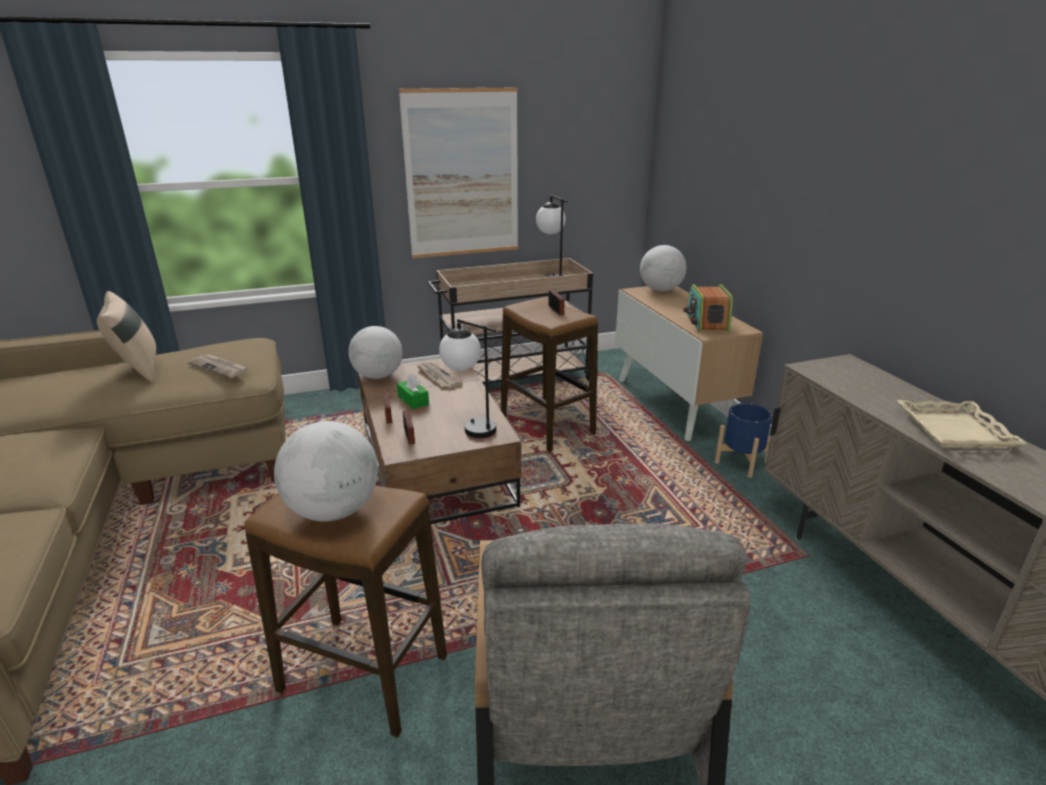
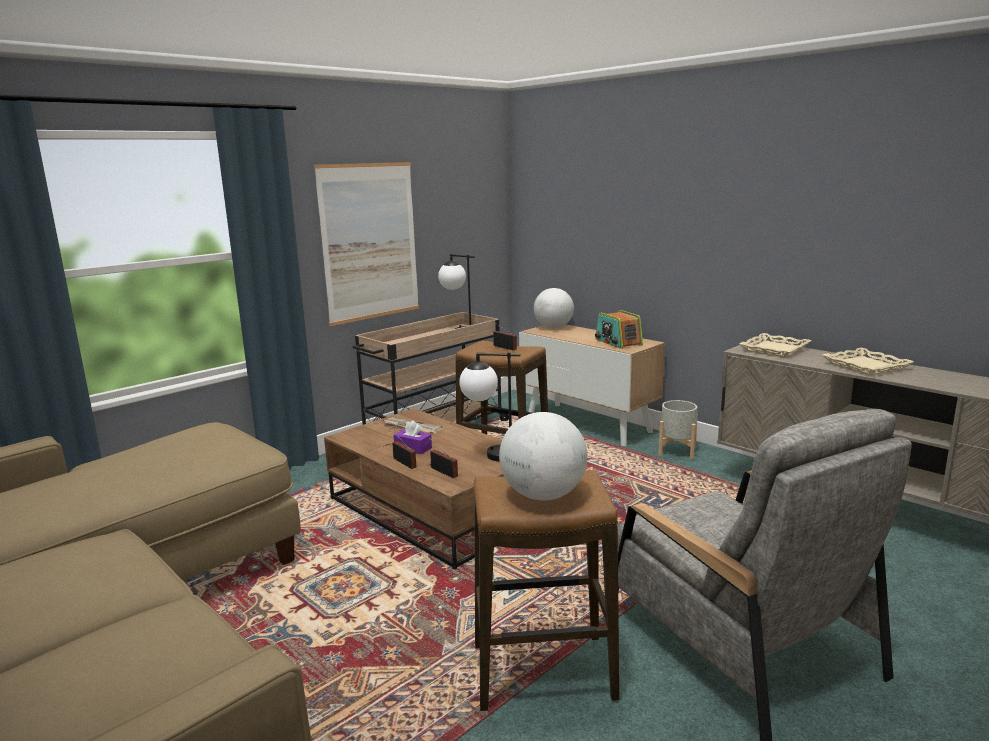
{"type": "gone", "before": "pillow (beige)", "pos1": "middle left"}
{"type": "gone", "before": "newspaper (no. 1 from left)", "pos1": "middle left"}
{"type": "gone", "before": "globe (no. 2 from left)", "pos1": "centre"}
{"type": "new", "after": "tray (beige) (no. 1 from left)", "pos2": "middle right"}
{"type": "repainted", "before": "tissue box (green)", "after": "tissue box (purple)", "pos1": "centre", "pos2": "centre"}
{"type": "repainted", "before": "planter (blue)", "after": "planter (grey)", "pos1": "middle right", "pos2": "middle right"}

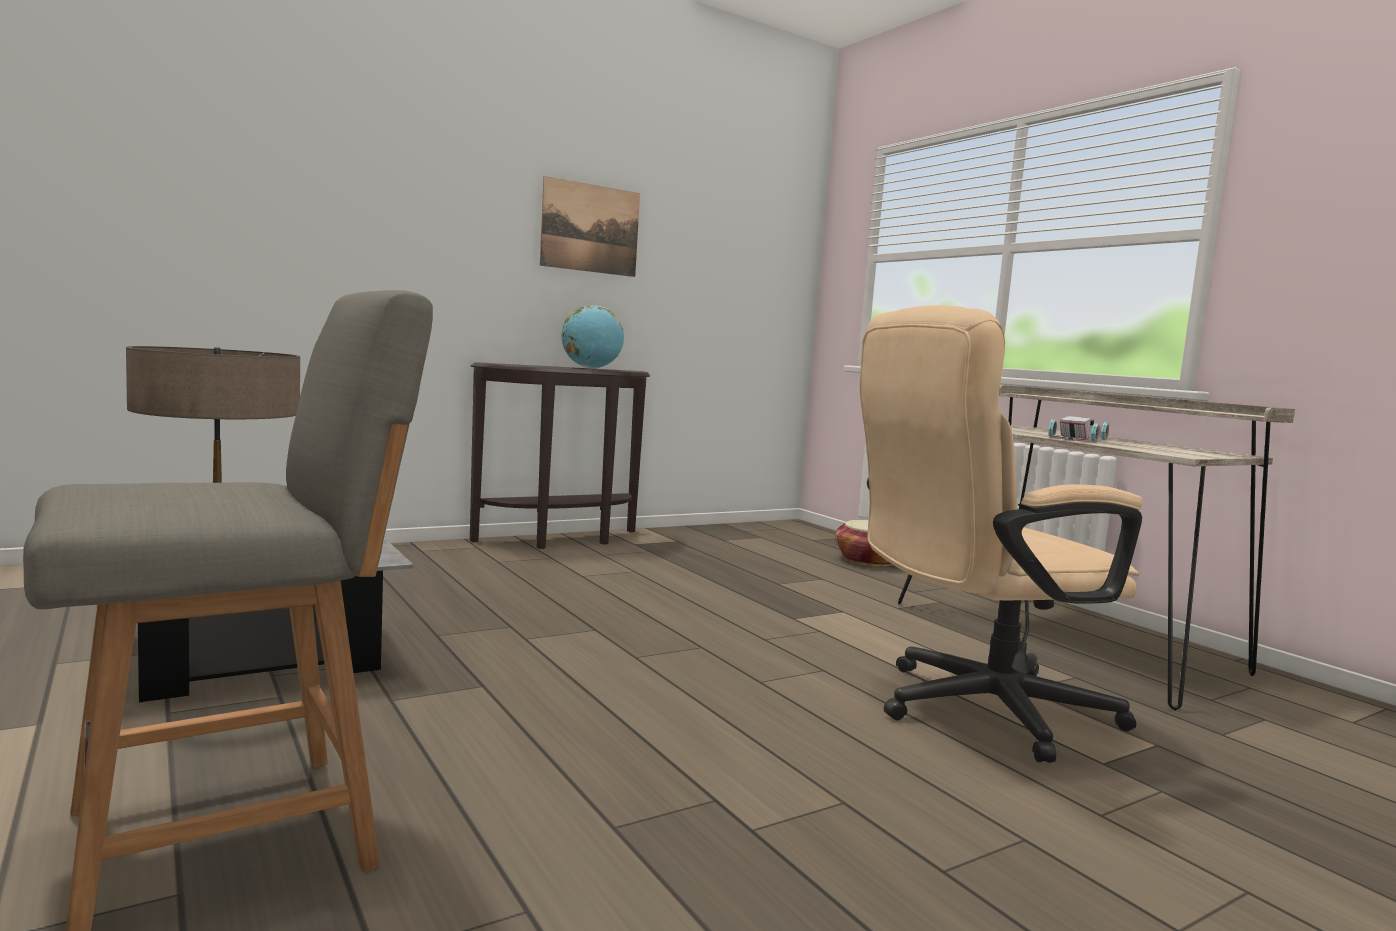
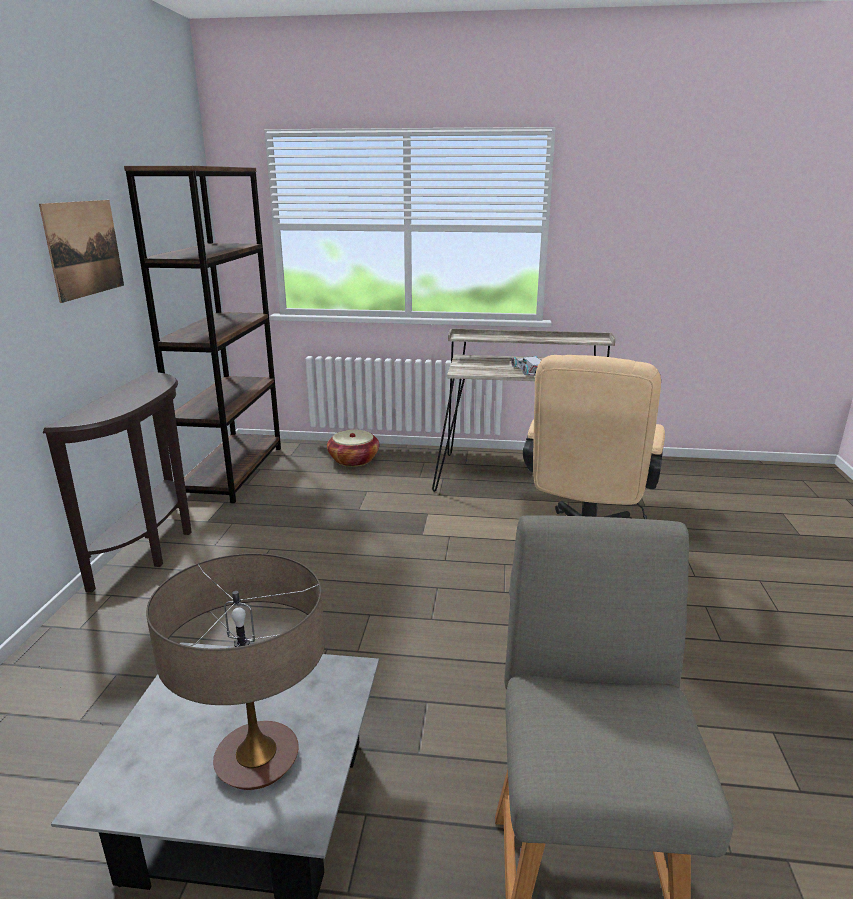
{"type": "gone", "before": "globe", "pos1": "centre"}
{"type": "new", "after": "bookcase (brown)", "pos2": "middle left"}

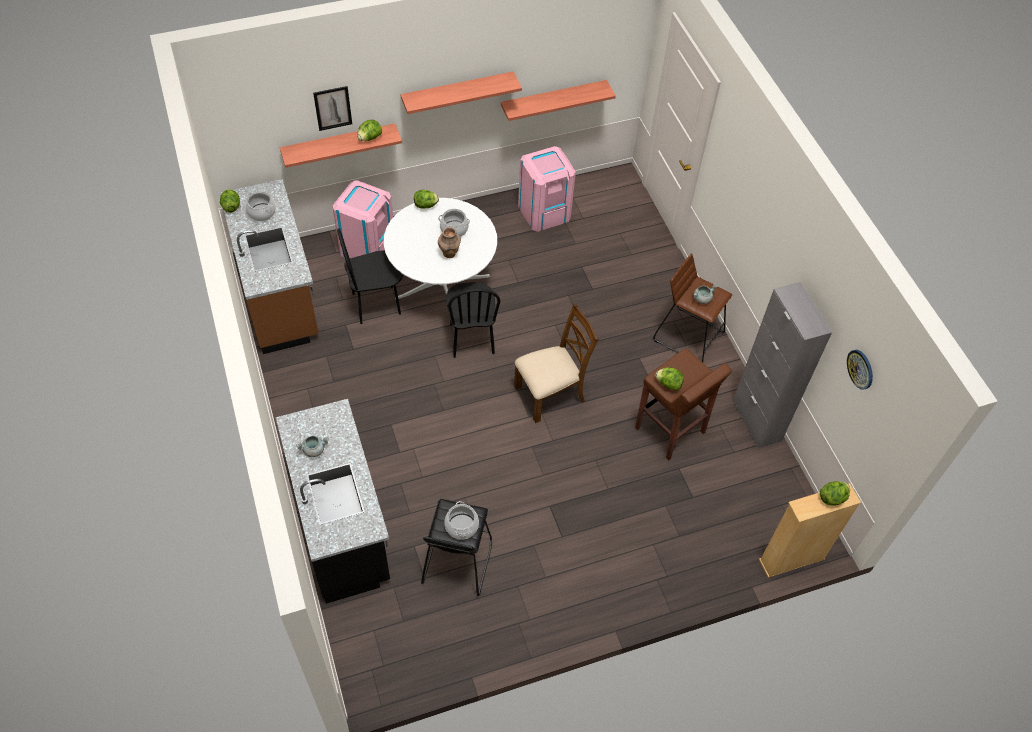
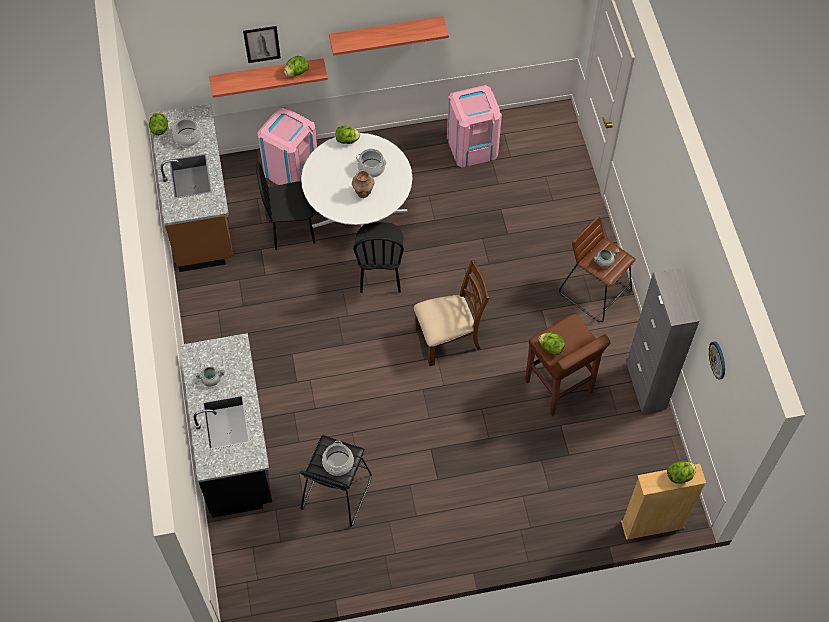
{"type": "gone", "before": "shelf (no. 3 from left)", "pos1": "top centre"}

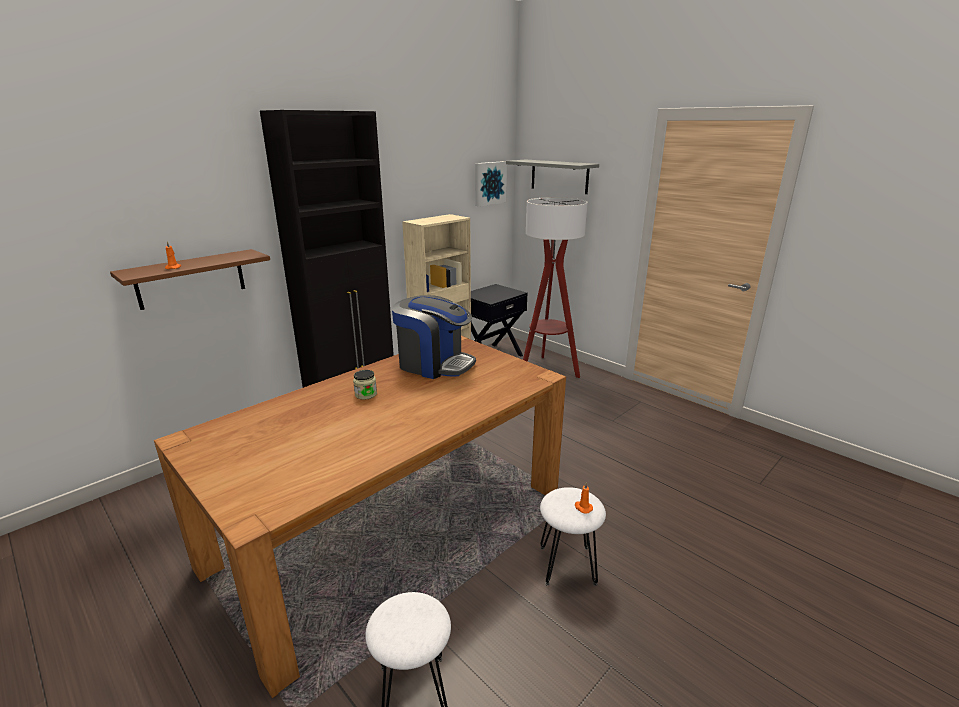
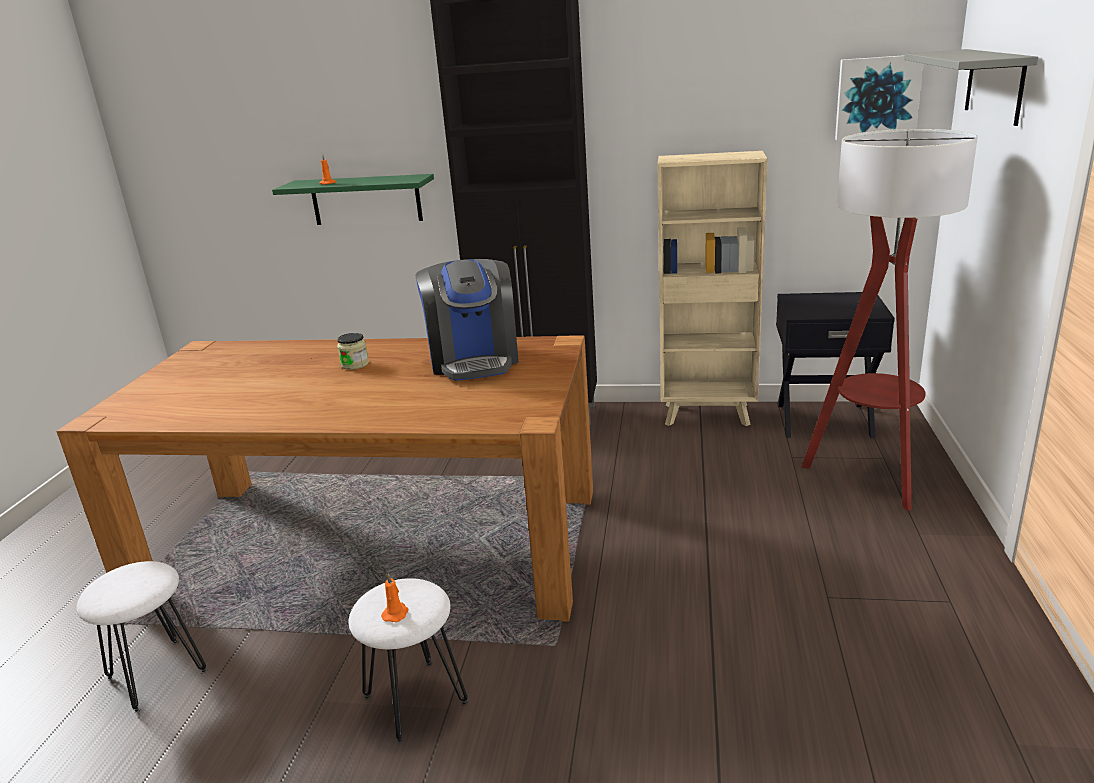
{"type": "repainted", "before": "shelf (brown)", "after": "shelf (green)", "pos1": "middle left", "pos2": "top left"}

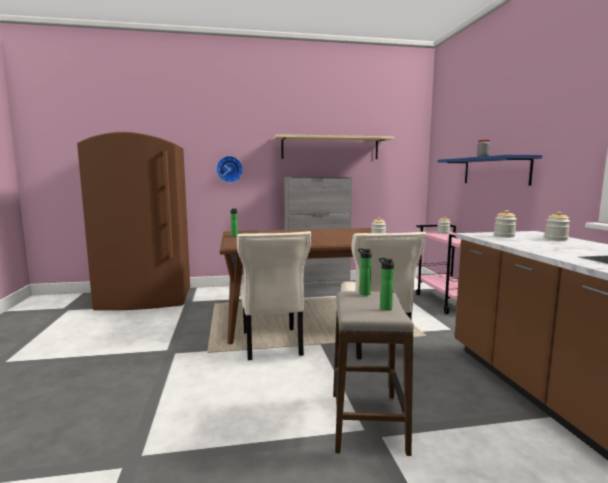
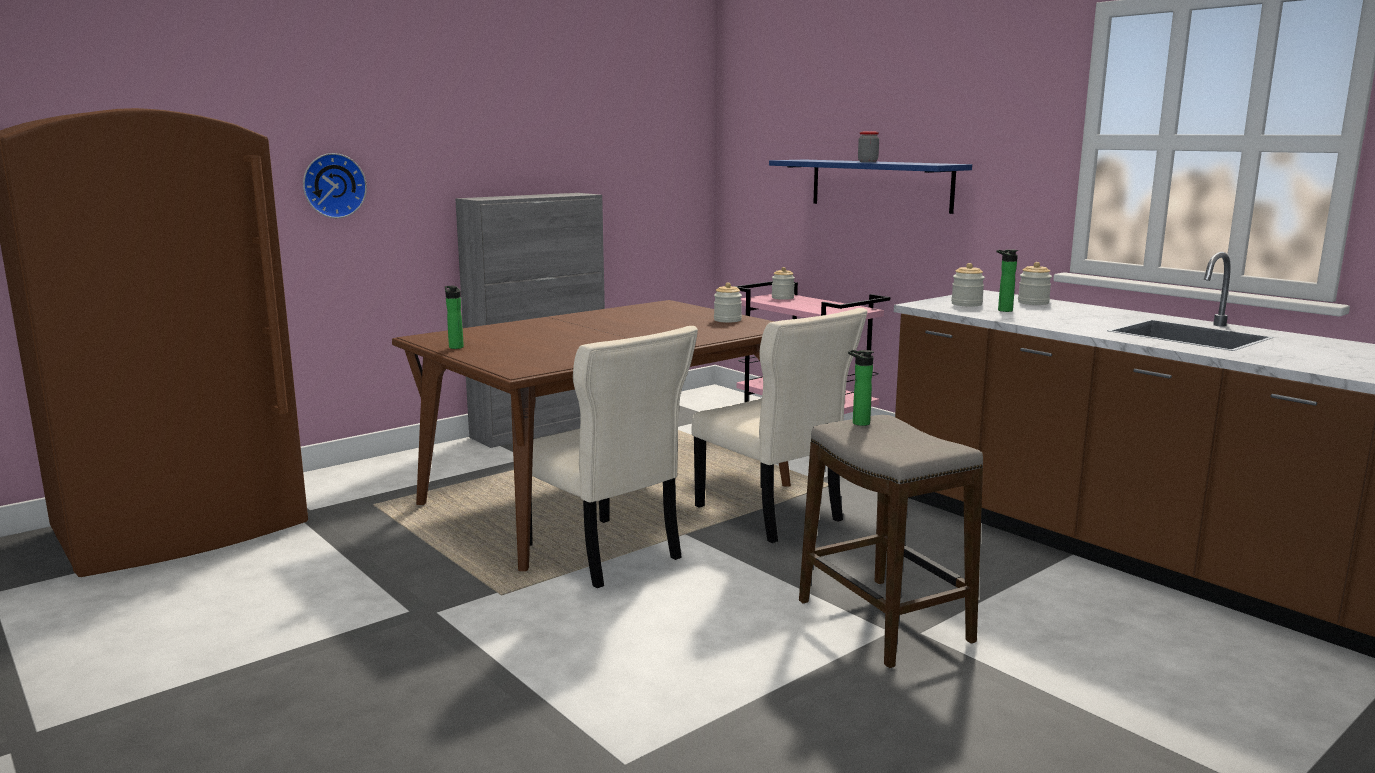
{"type": "gone", "before": "shelf (beige)", "pos1": "top centre"}
{"type": "shifted", "before": "bottle (no. 3 from left)", "pos1": "centre", "pos2": "middle right"}

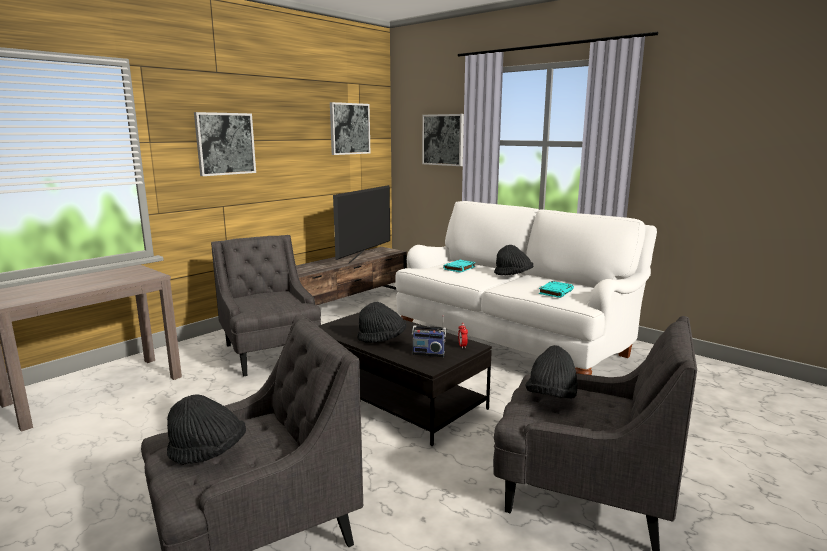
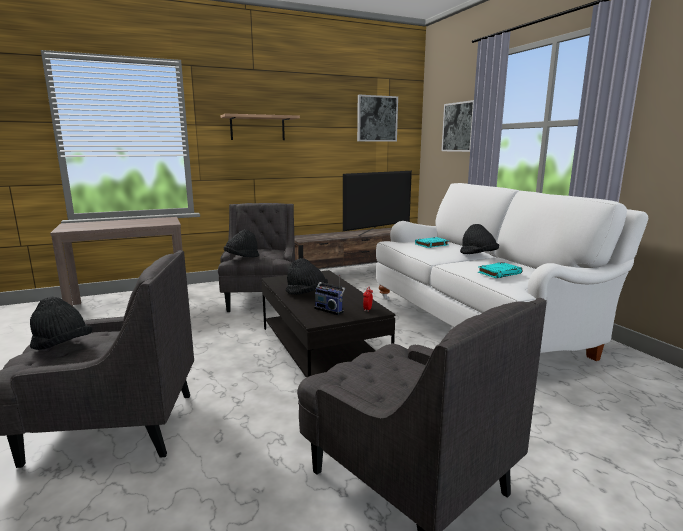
{"type": "shifted", "before": "hat (black) (no. 4 from left in the first image)", "after": "hat (black) (no. 2 from left)", "pos1": "bottom right", "pos2": "centre"}
{"type": "swapped", "before": "picture (no. 1 from left)", "after": "shelf", "pos1": "top left", "pos2": "top centre"}

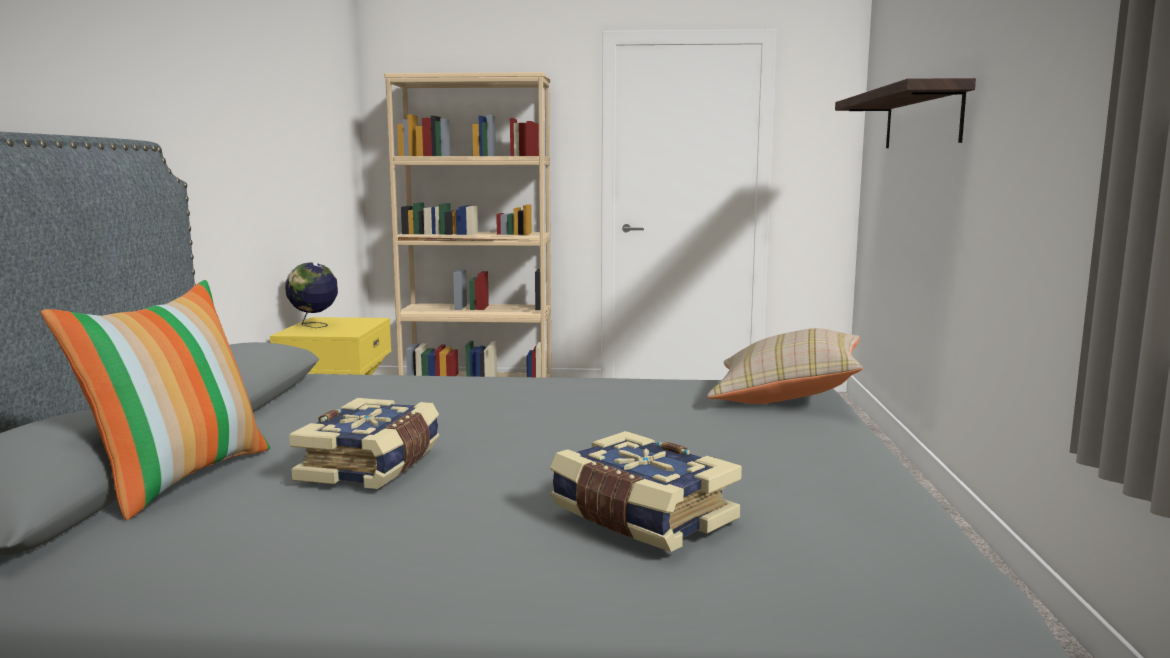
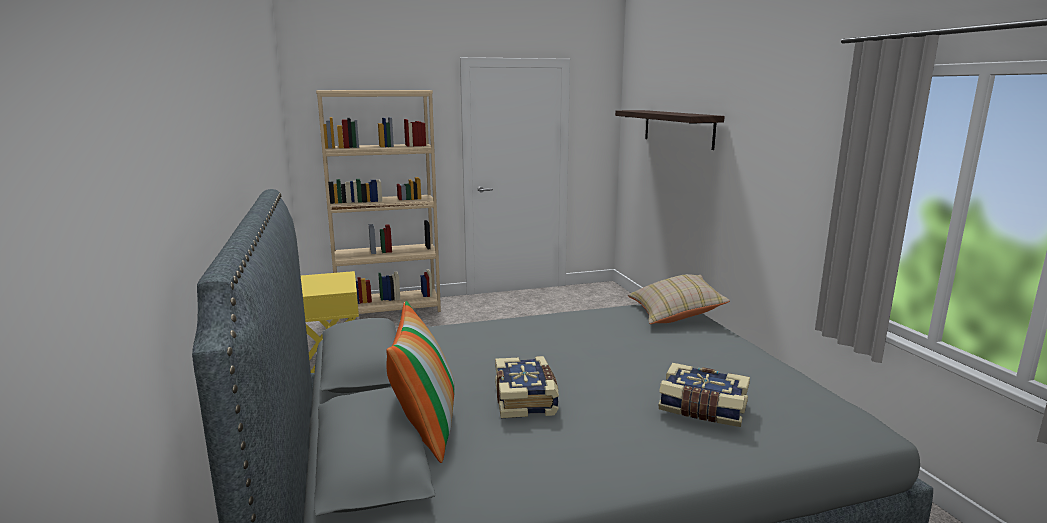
{"type": "gone", "before": "globe", "pos1": "middle left"}

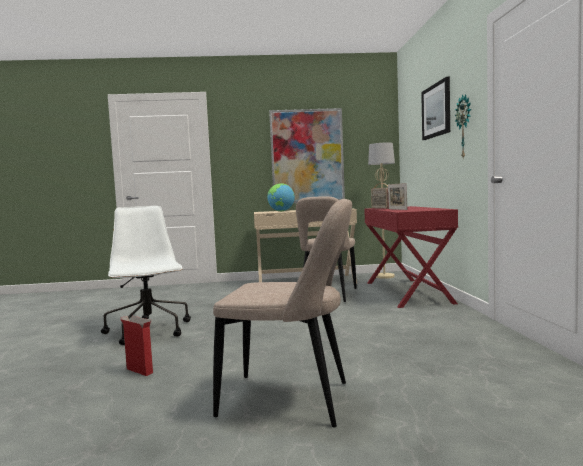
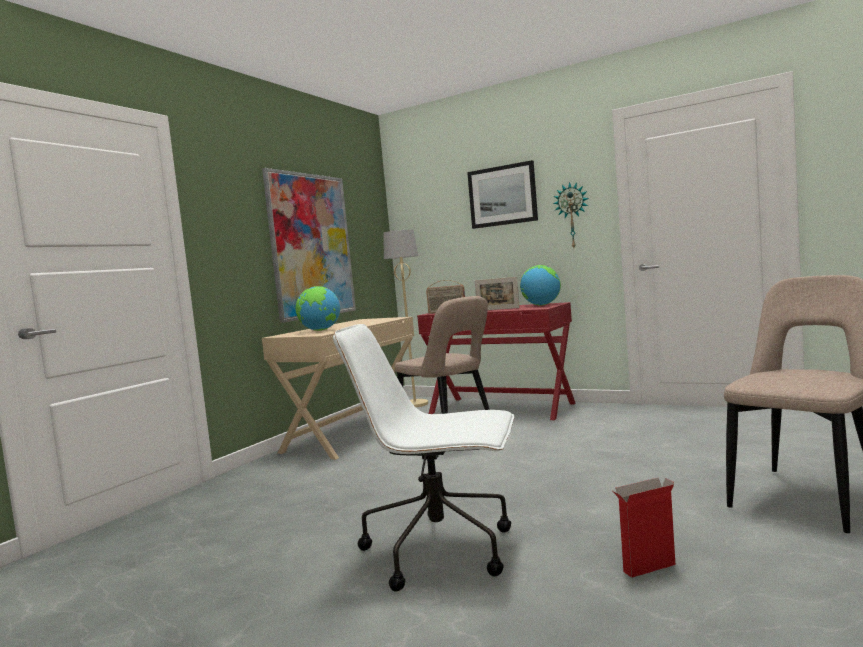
{"type": "new", "after": "globe (no. 2 from left)", "pos2": "centre"}

